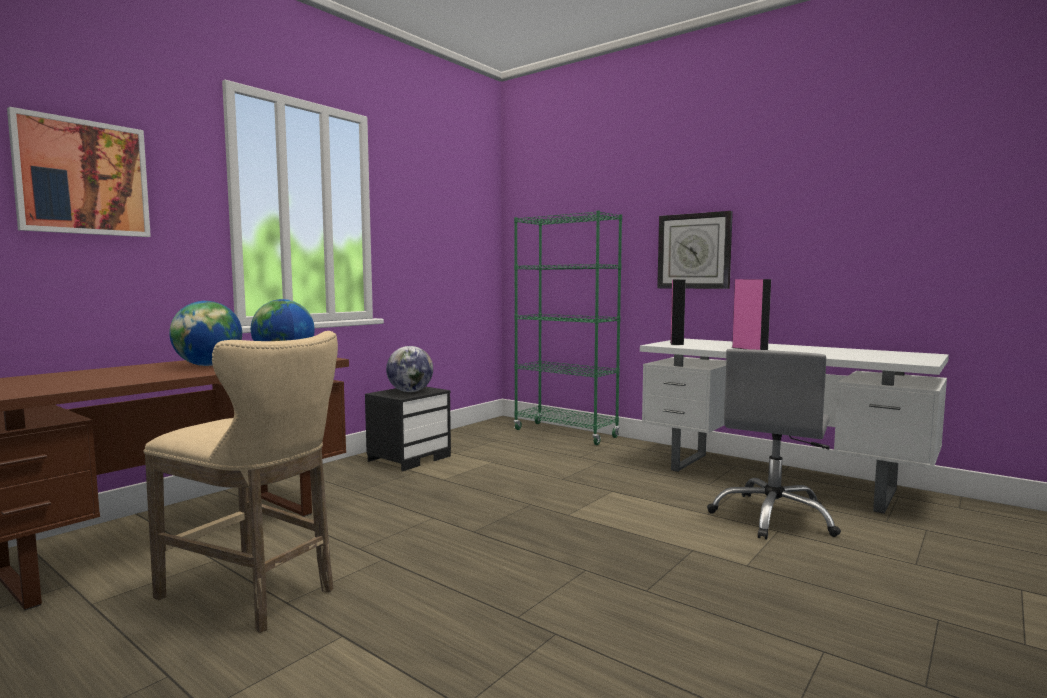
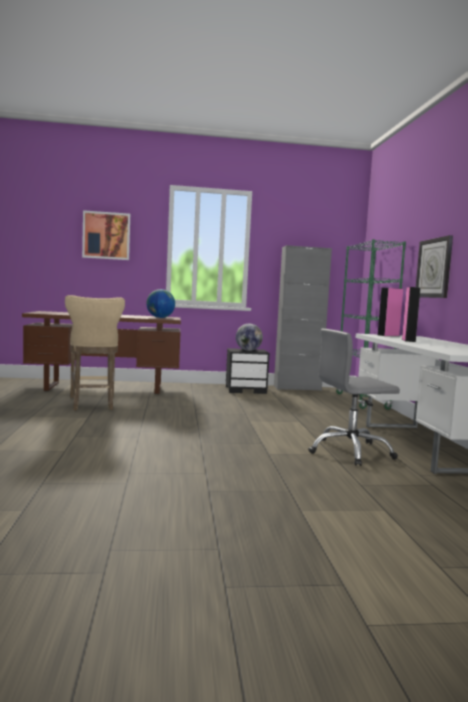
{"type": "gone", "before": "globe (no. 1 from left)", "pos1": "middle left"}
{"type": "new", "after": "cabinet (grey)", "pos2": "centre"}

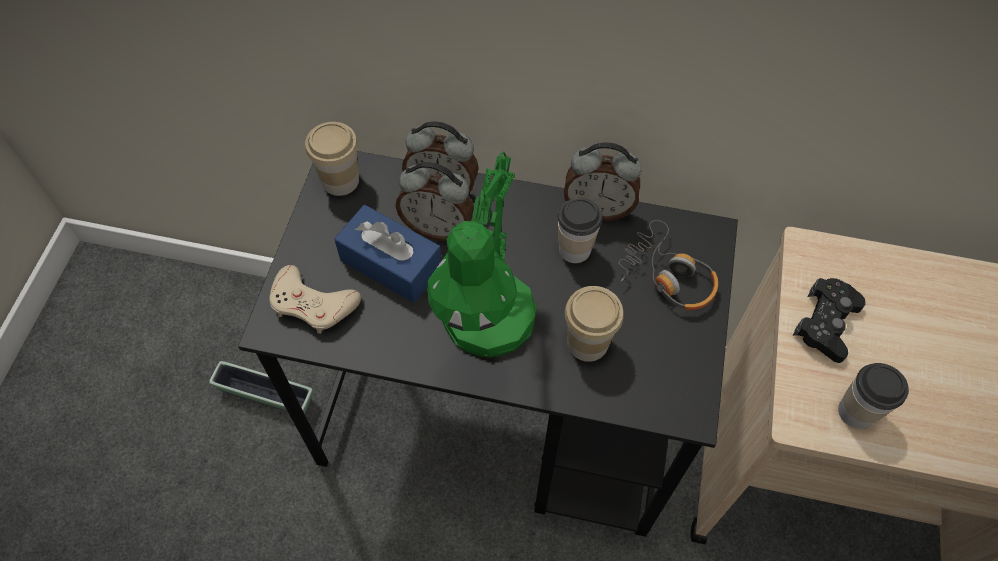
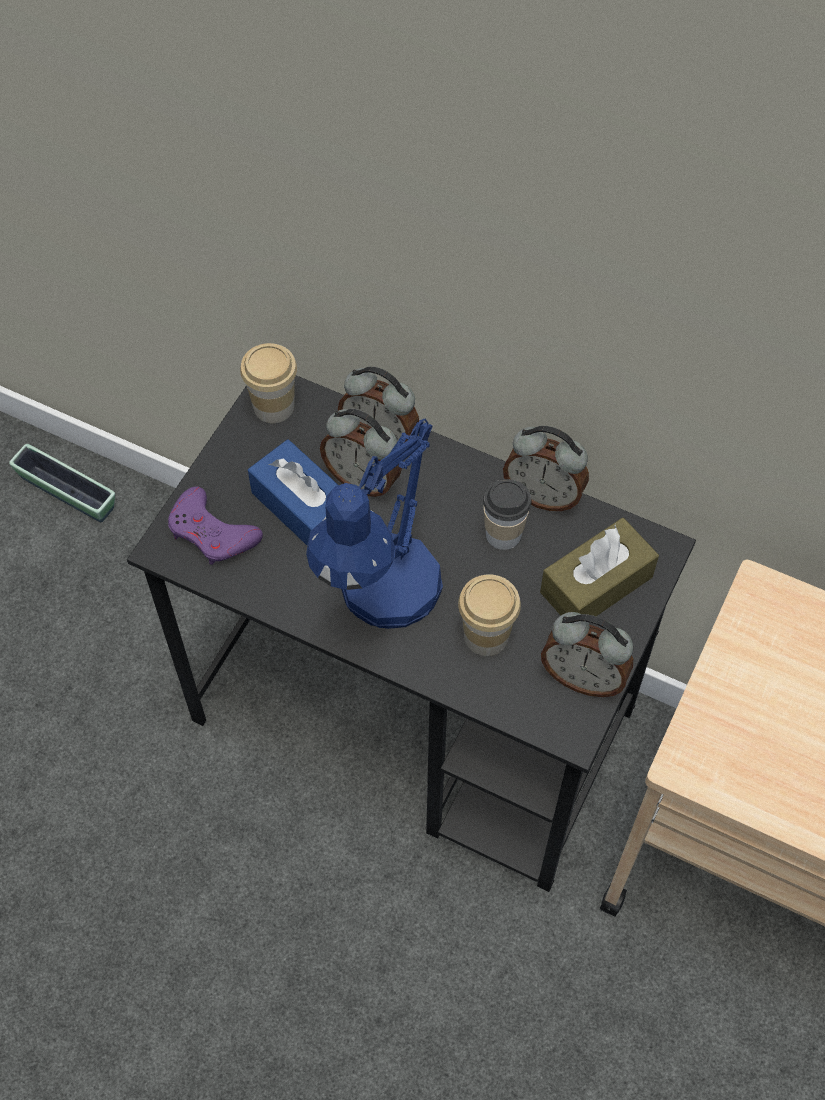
{"type": "gone", "before": "game controller (black)", "pos1": "middle right"}
{"type": "gone", "before": "cup (no. 4 from left)", "pos1": "bottom right"}
{"type": "new", "after": "alarm clock (no. 4 from left)", "pos2": "middle right"}
{"type": "shifted", "before": "planter", "pos1": "bottom left", "pos2": "middle left"}
{"type": "swapped", "before": "headphones", "after": "tissue box (brown)", "pos1": "middle right", "pos2": "middle right"}
{"type": "repainted", "before": "game controller (beige)", "after": "game controller (purple)", "pos1": "middle left", "pos2": "middle left"}
{"type": "repainted", "before": "table lamp (green)", "after": "table lamp (blue)", "pos1": "centre", "pos2": "centre"}

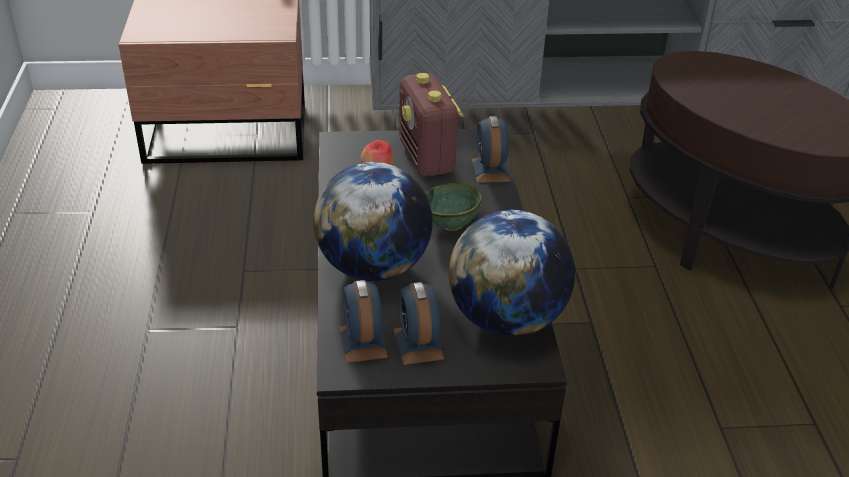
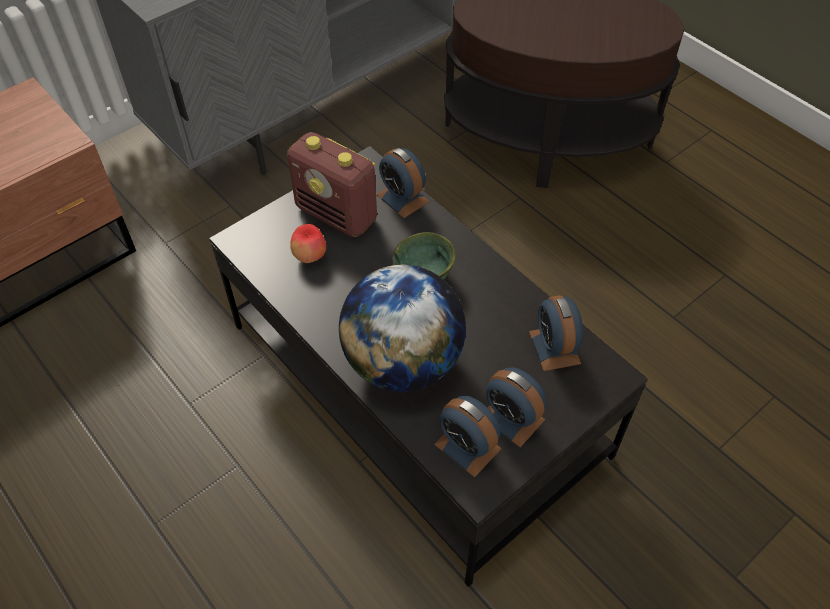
{"type": "swapped", "before": "globe (no. 2 from left)", "after": "alarm clock (no. 4 from left)", "pos1": "centre", "pos2": "middle right"}

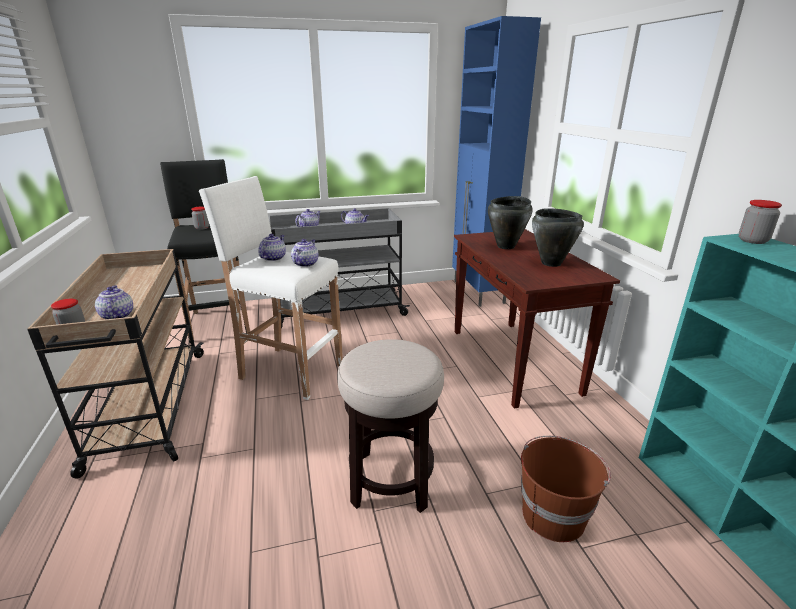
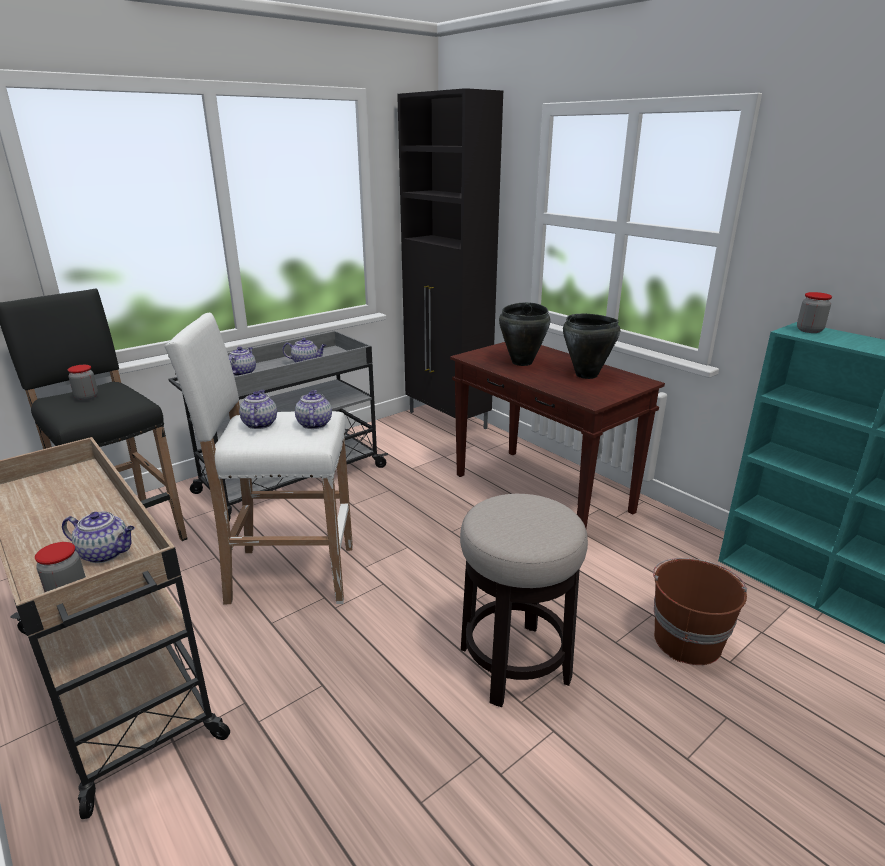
{"type": "repainted", "before": "cabinet (blue)", "after": "cabinet (black)", "pos1": "top centre", "pos2": "top centre"}
{"type": "rotated", "before": "teapot (no. 1 from left)", "pos1": "middle left", "pos2": "middle left", "turn": 150}

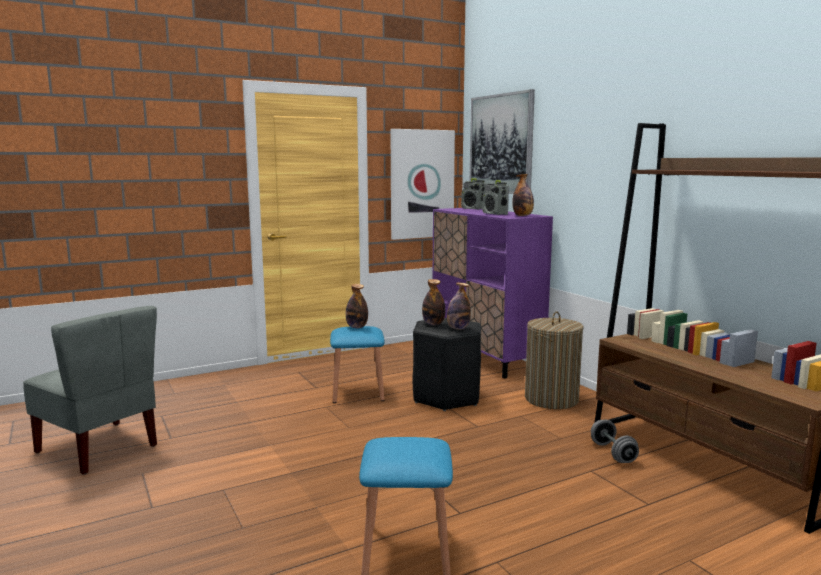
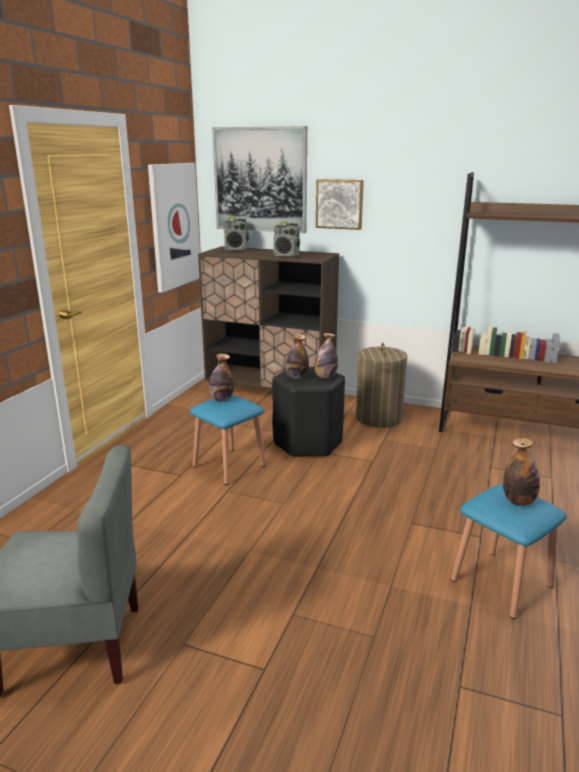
{"type": "gone", "before": "dumbbell (grey)", "pos1": "bottom right"}
{"type": "new", "after": "picture (no. 3 from left)", "pos2": "top centre"}
{"type": "shifted", "before": "bottle (no. 4 from left)", "pos1": "centre", "pos2": "middle right"}
{"type": "repainted", "before": "cabinet (purple)", "after": "cabinet (brown)", "pos1": "centre", "pos2": "centre"}

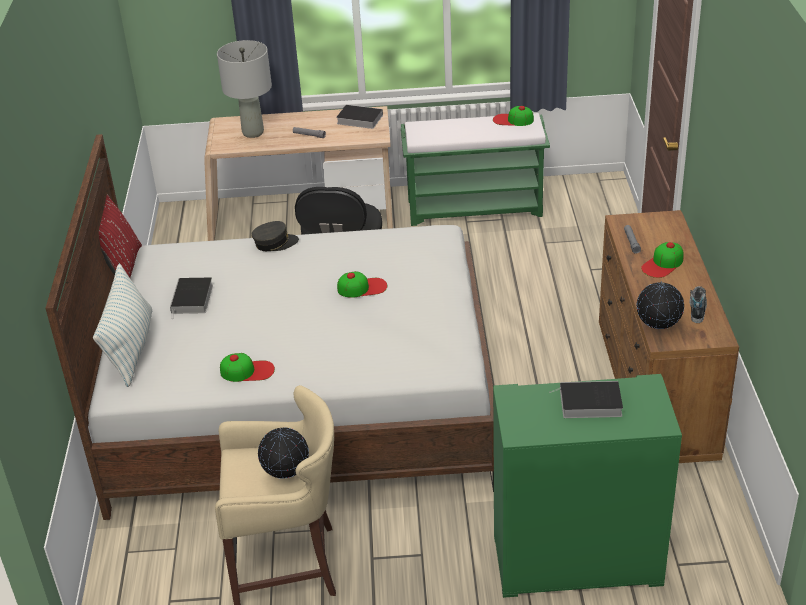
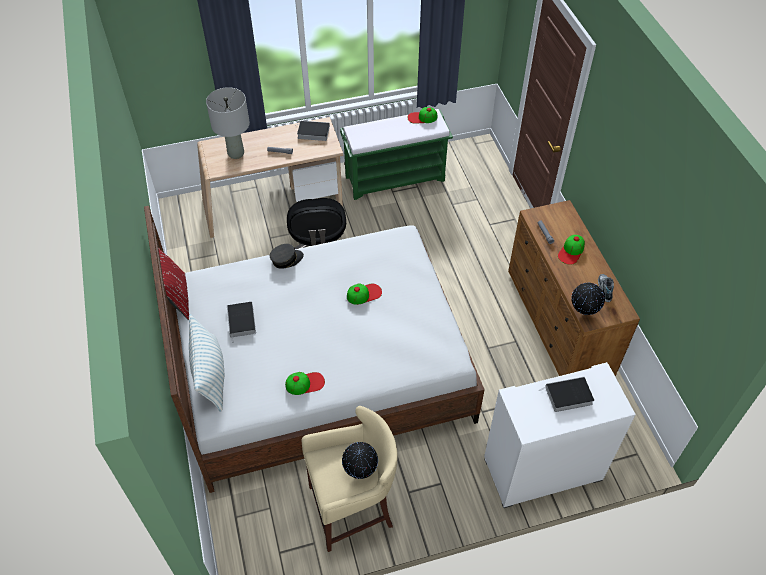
{"type": "repainted", "before": "cabinet (green)", "after": "cabinet (white)", "pos1": "bottom right", "pos2": "bottom right"}

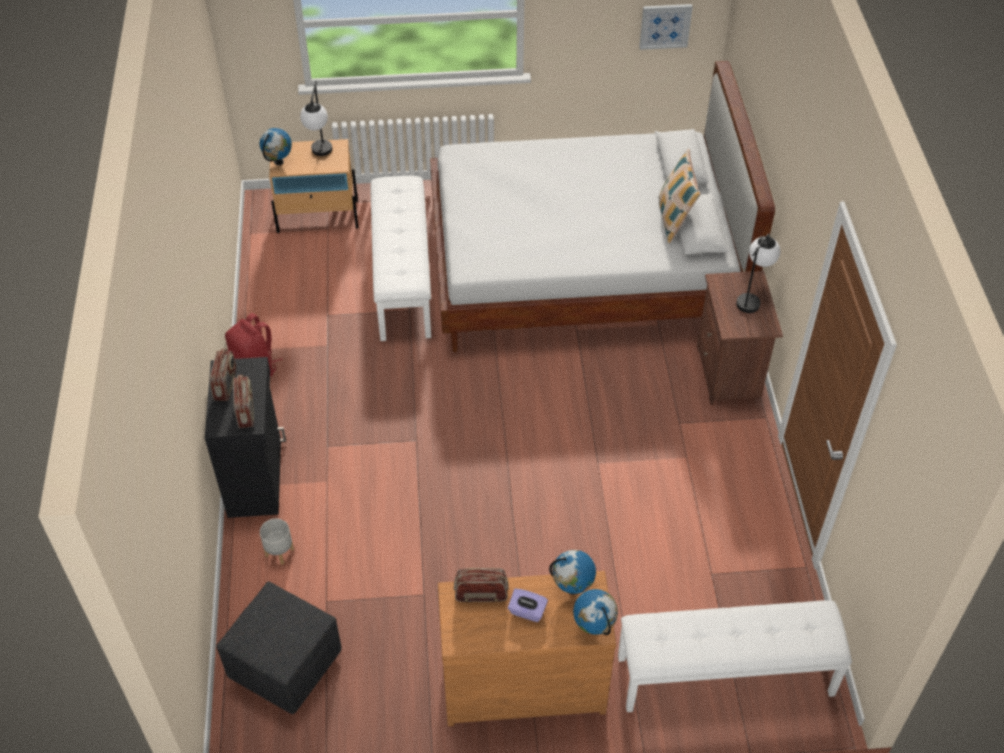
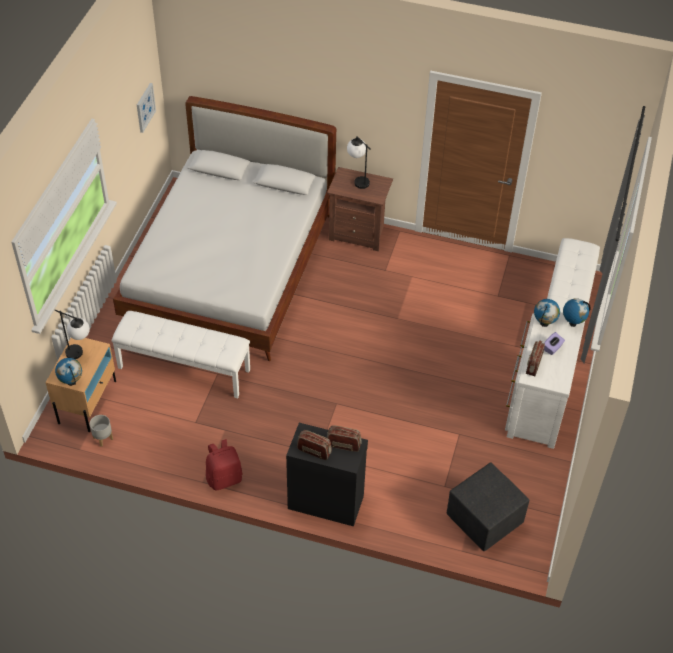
{"type": "gone", "before": "pillow", "pos1": "top right"}
{"type": "shifted", "before": "planter (grey)", "pos1": "bottom left", "pos2": "middle left"}
{"type": "repainted", "before": "dresser (brown)", "after": "dresser (white)", "pos1": "bottom centre", "pos2": "middle right"}

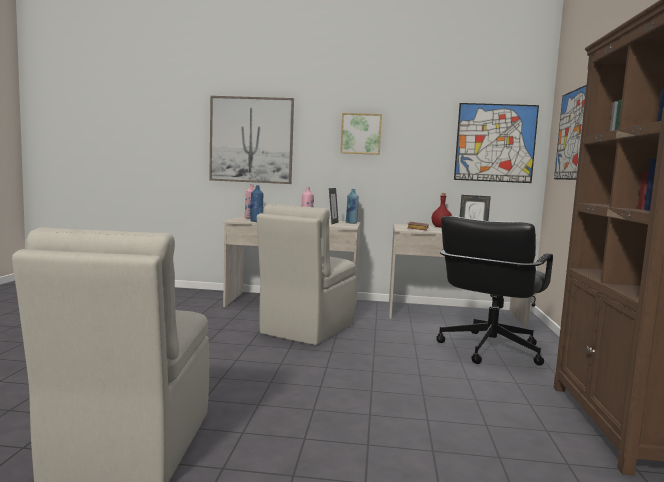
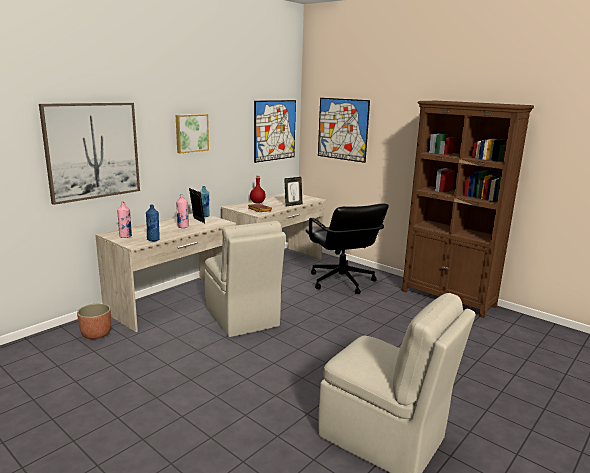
{"type": "new", "after": "planter", "pos2": "bottom left"}

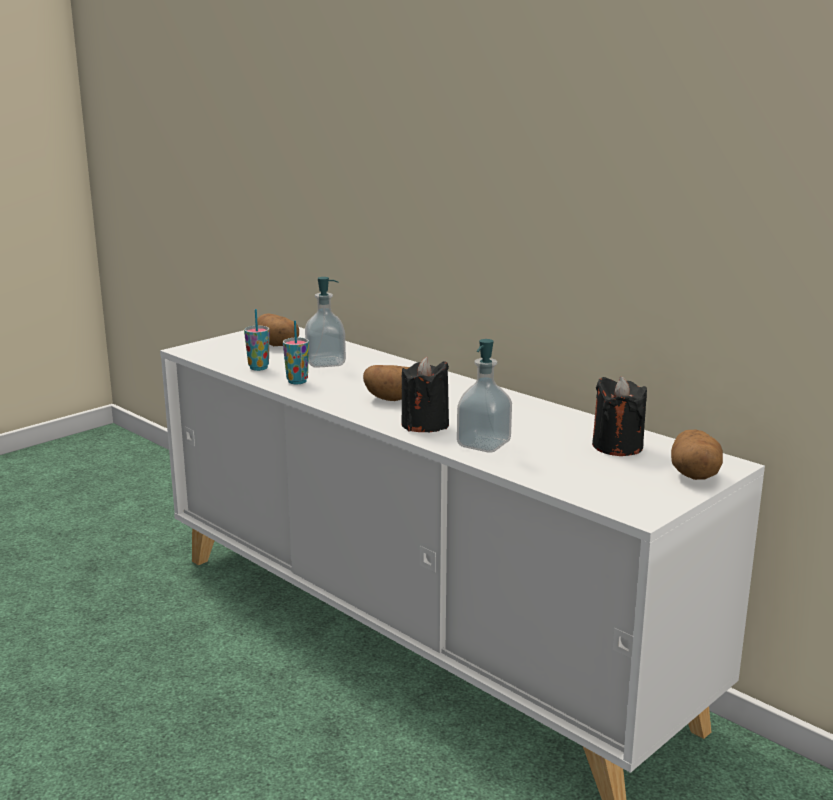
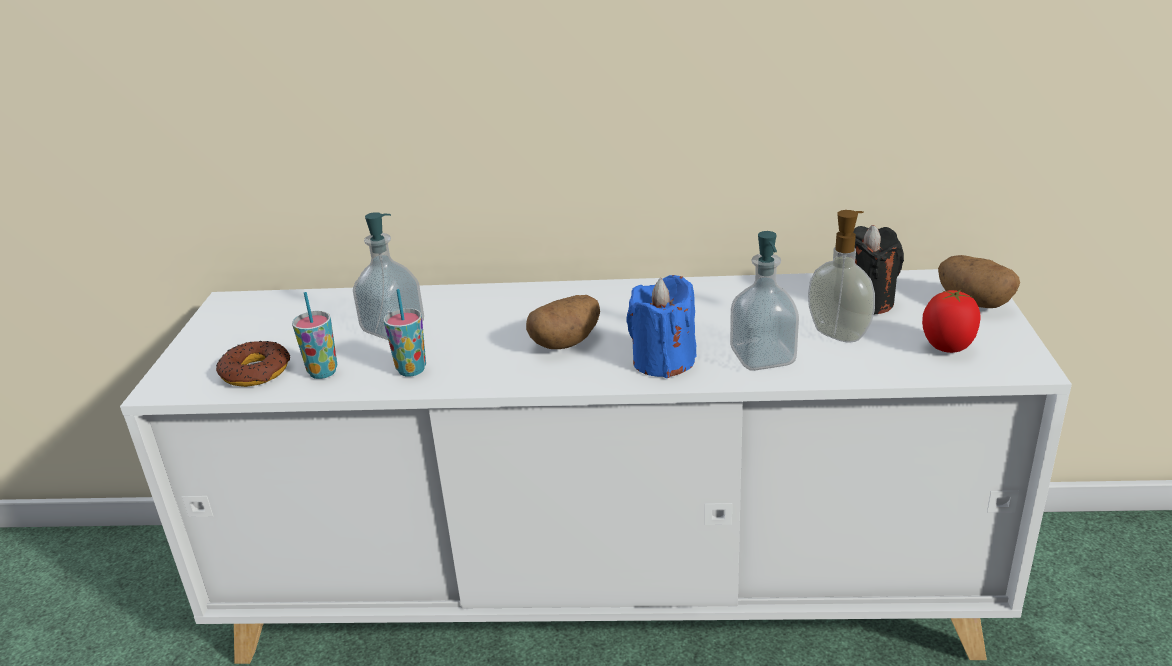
{"type": "gone", "before": "potato (no. 1 from left)", "pos1": "centre"}
{"type": "new", "after": "donut", "pos2": "middle left"}
{"type": "new", "after": "soap dispenser (no. 3 from left)", "pos2": "middle right"}
{"type": "new", "after": "tomato", "pos2": "middle right"}
{"type": "repainted", "before": "candle (black) (no. 1 from left)", "after": "candle (blue)", "pos1": "centre", "pos2": "centre"}

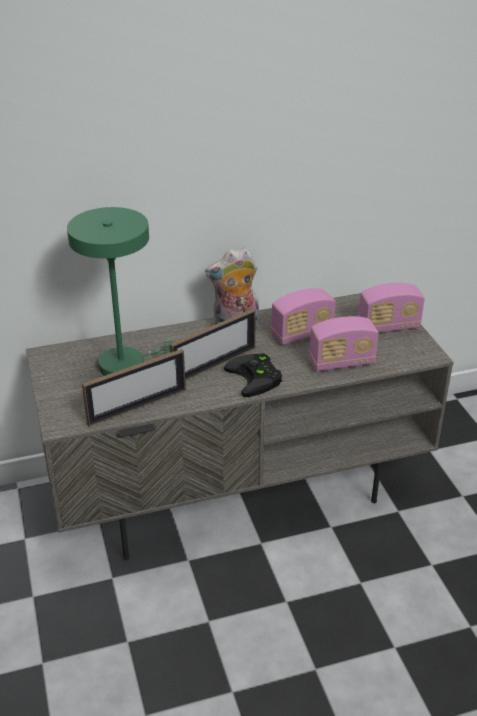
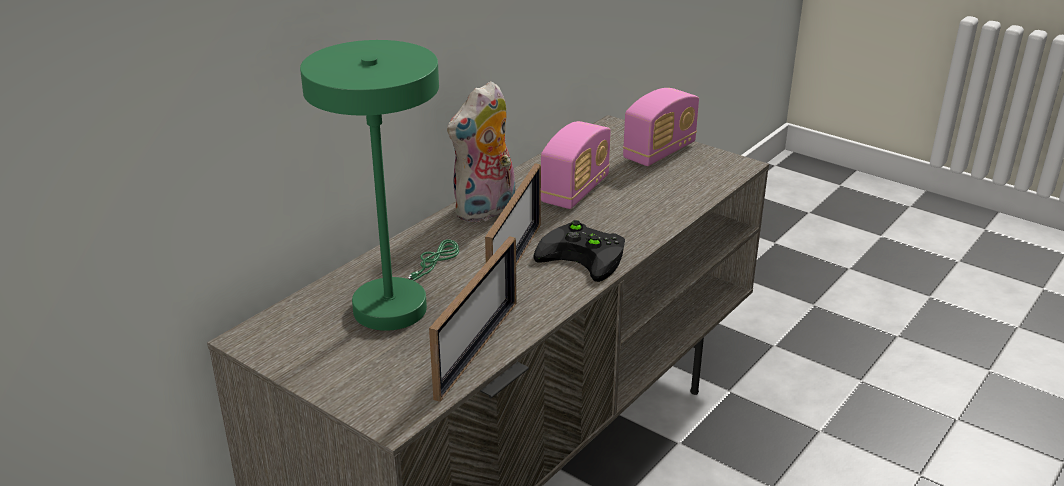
{"type": "gone", "before": "radio (no. 2 from left)", "pos1": "middle right"}

